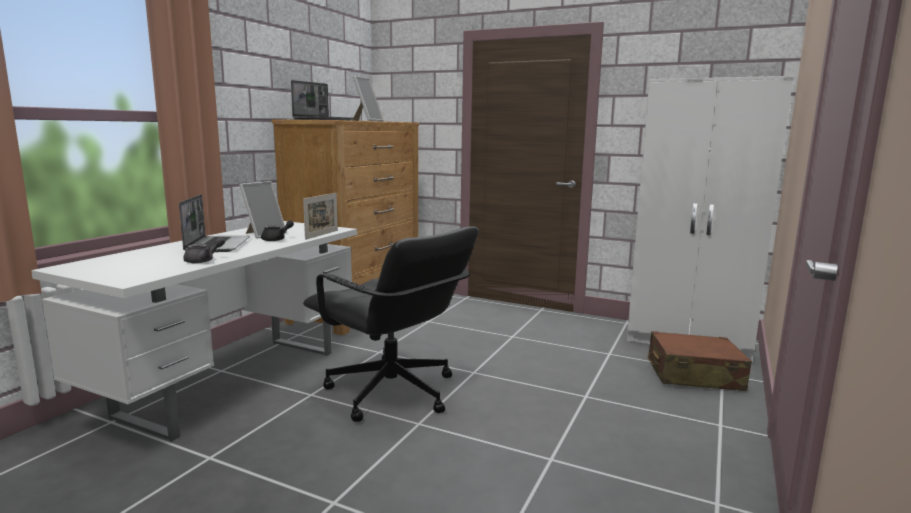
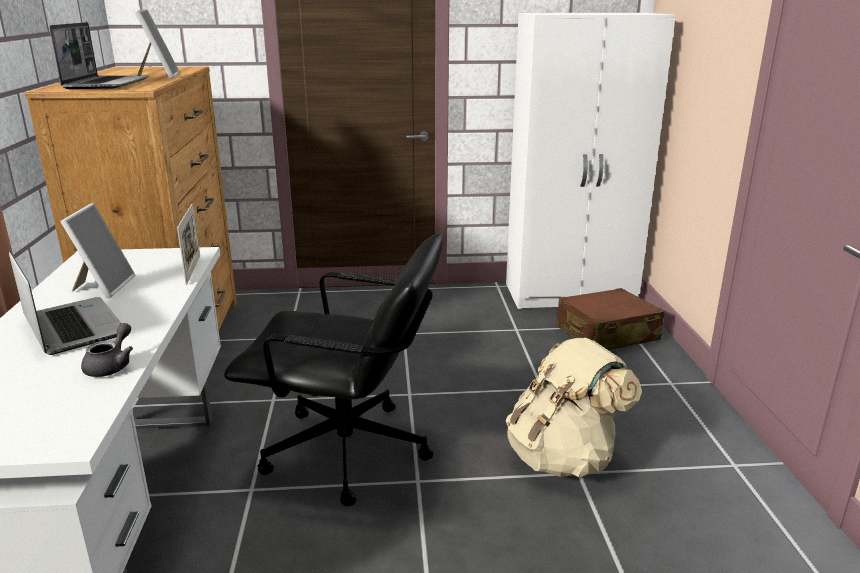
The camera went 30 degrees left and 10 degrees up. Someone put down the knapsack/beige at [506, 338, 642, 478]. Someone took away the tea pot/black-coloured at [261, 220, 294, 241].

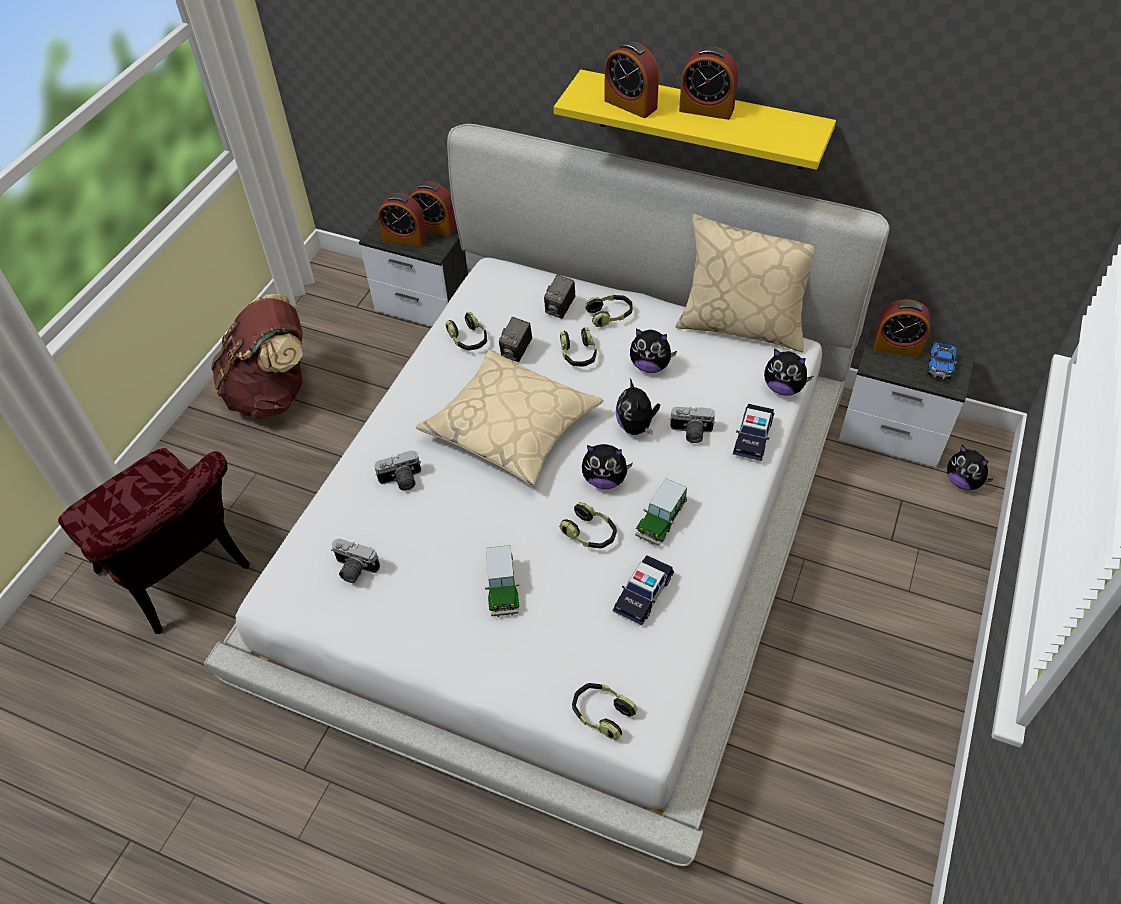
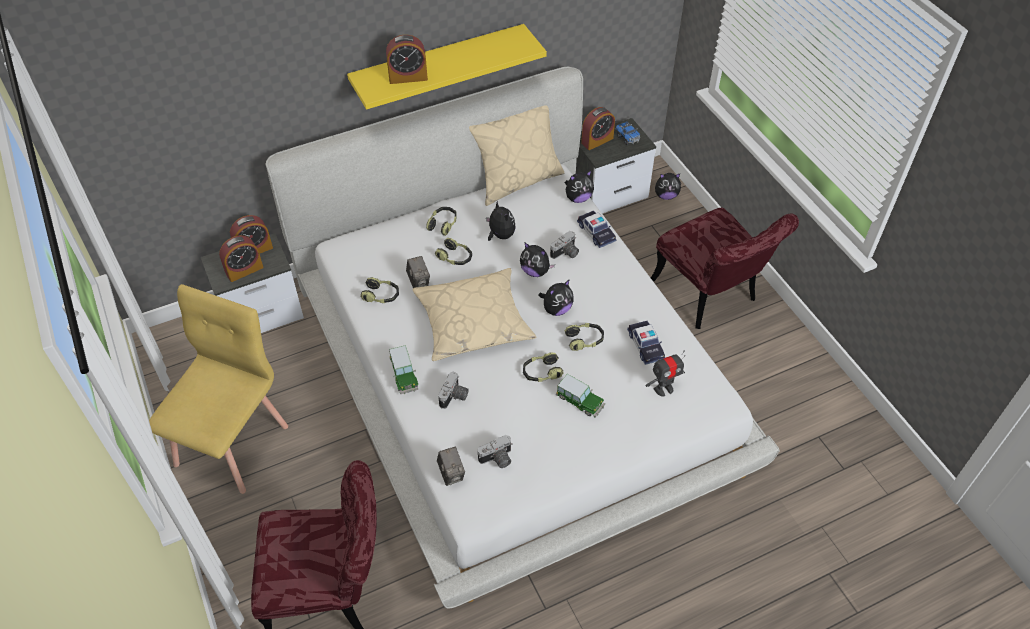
The camera went 50 degrees left and 0 degrees up. Someone swapped the knapsack/brown-coloured at [211, 294, 303, 419] for the plain chair/yellow-coloured at [149, 284, 288, 494]. Someone carried the model car from [635, 479, 687, 546] to [389, 345, 418, 394]. Someone carried the still camera from [544, 274, 575, 319] to [437, 447, 465, 486]. Someone rotated the cuddly toy at [630, 328, 677, 373] by 90 degrees counterclockwise. Someone carried the headset from [572, 683, 638, 740] to [523, 353, 564, 382]. Someone put down the toy robot at [646, 351, 685, 396]. Someone put down the plain chair/reddish at [651, 207, 799, 329]. Someone took away the table clock at [679, 47, 738, 120].

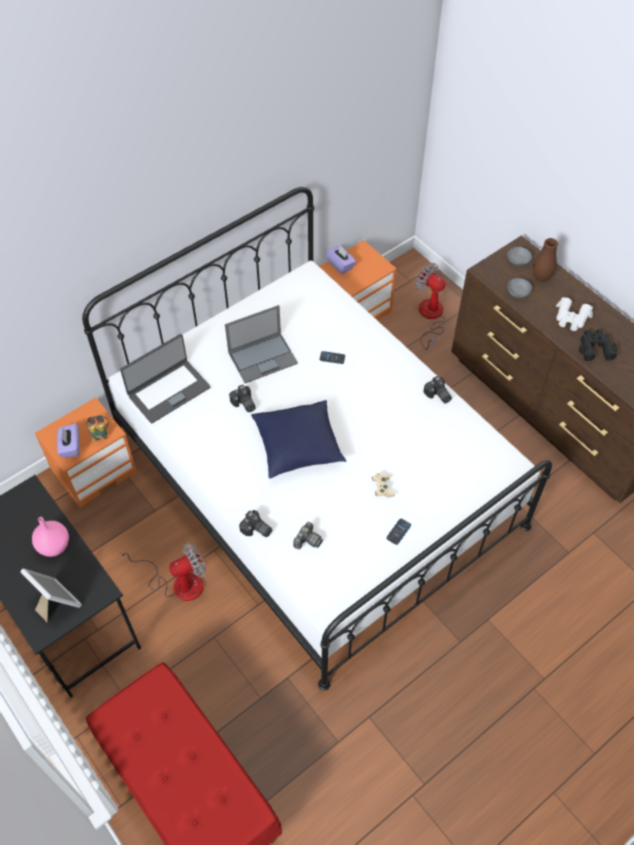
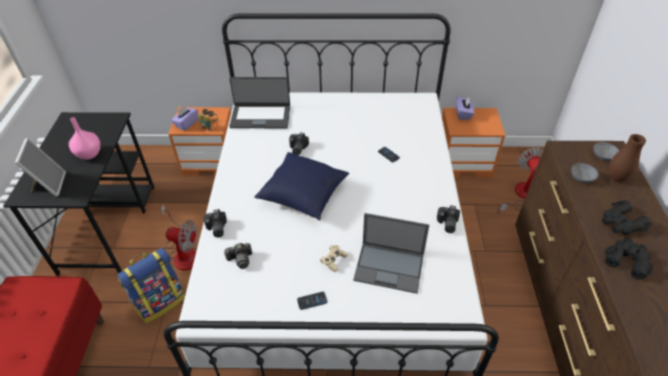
The camera went 40 degrees right and 10 degrees down. Someone put down the knapsack at [117, 248, 185, 324]. Someone carried the portable computer from [225, 305, 298, 383] to [353, 213, 429, 294]. Someone repainted the binoculars/whitish at [556, 297, 593, 331], which became the binoculars/black-coloured at [602, 200, 652, 235].

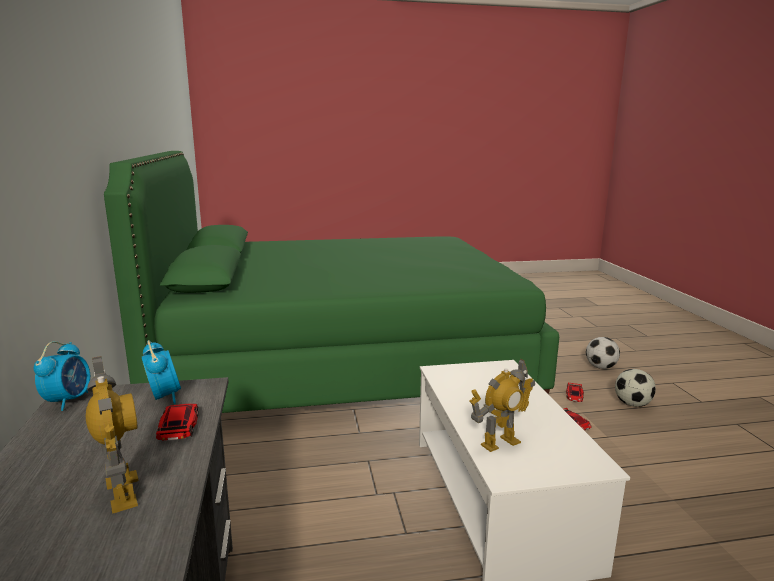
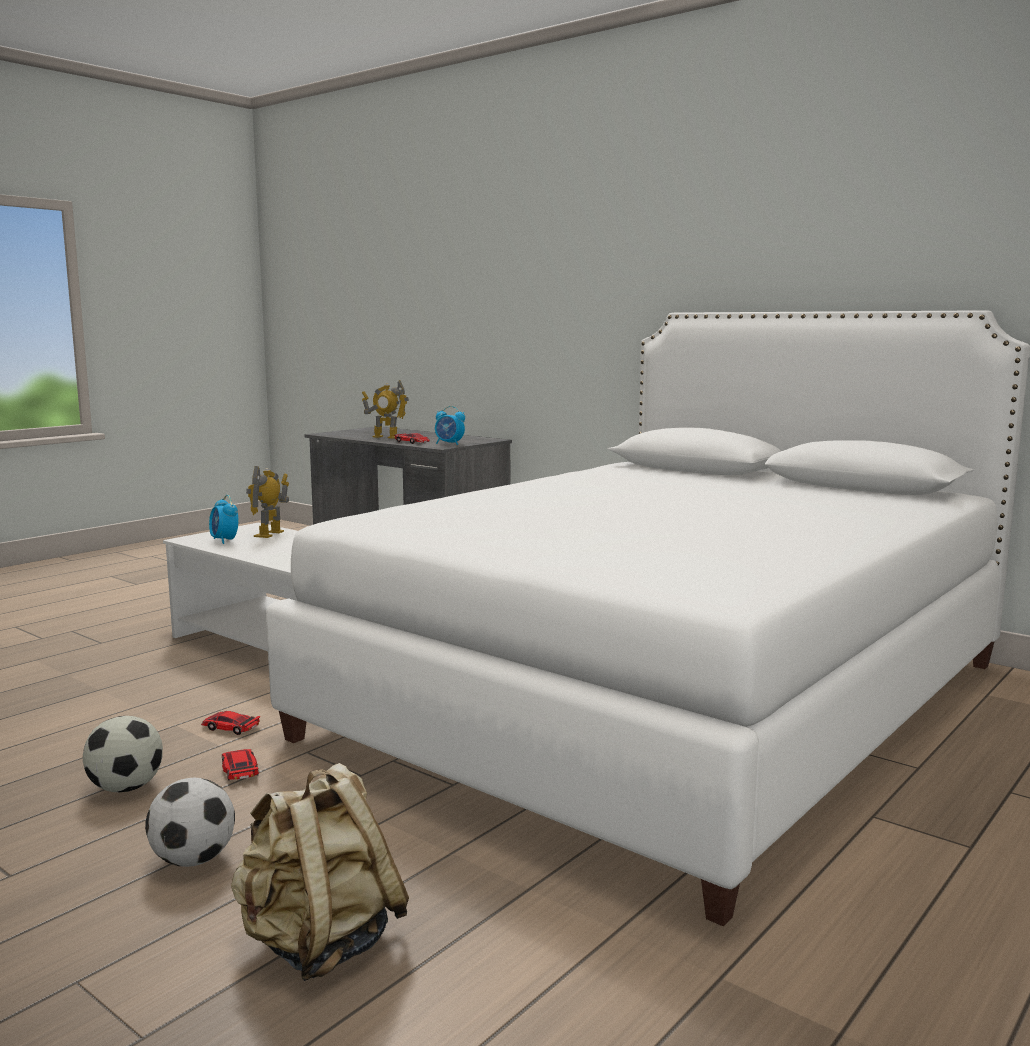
The camera went 140 degrees right and 5 degrees down. Someone carried the table clock from [34, 341, 90, 411] to [209, 495, 238, 544]. Someone put down the knapsack/beige at [231, 763, 409, 981]. Someone repainted the sleeping bed/greenish at [104, 151, 559, 413], which became the sleeping bed/whitish at [266, 310, 1030, 926].

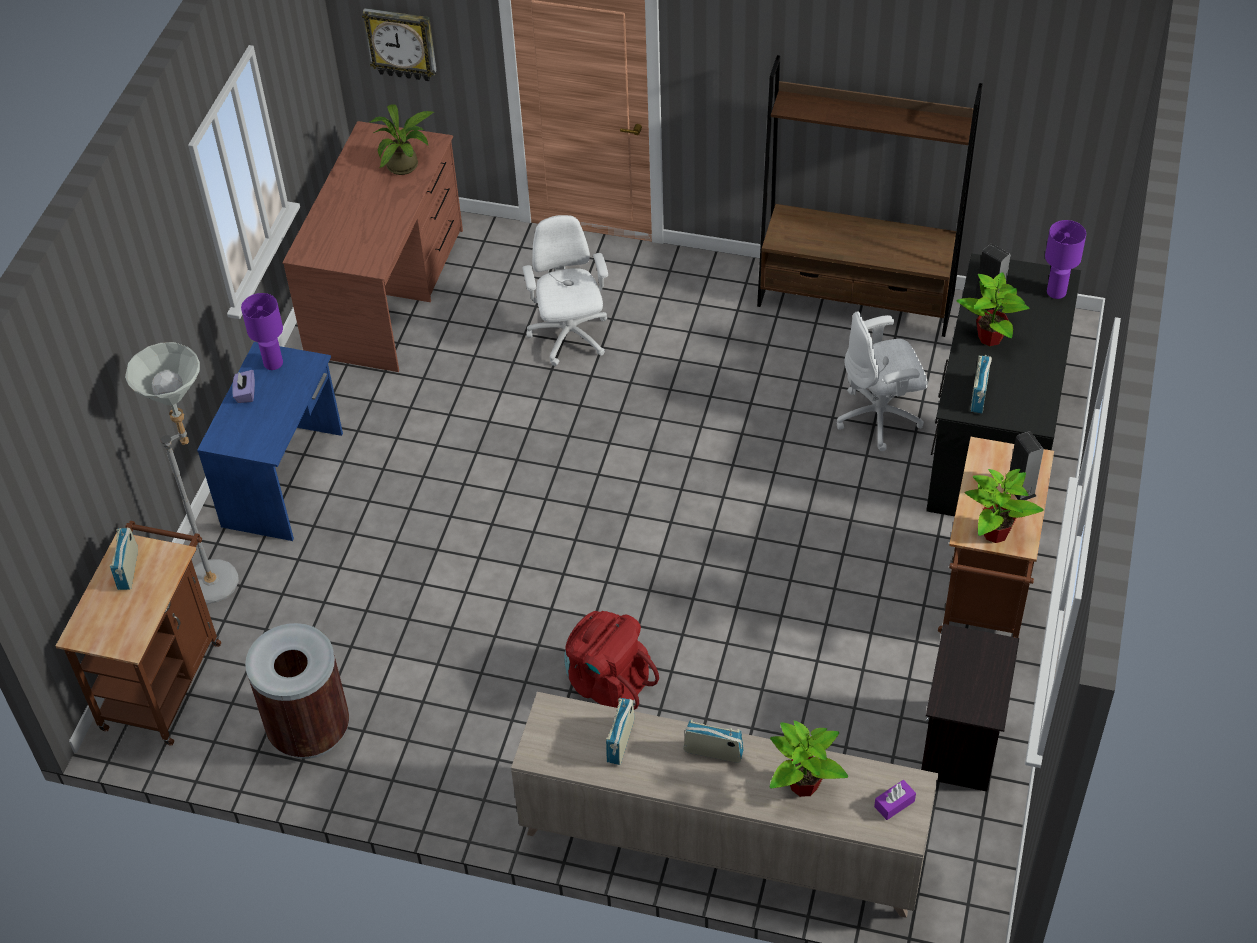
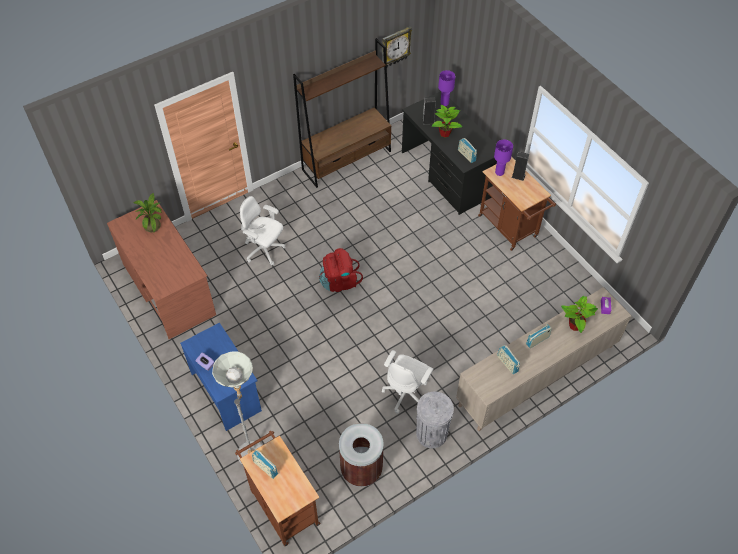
The camera went 50 degrees left and 5 degrees up. Someone carried the knapsack/reddish from [564, 611, 659, 710] to [319, 248, 363, 292]. Someone carried the clock on the wall from [362, 8, 437, 81] to [382, 27, 412, 67]. Someone carried the desk chair/whitish from [836, 311, 928, 451] to [382, 350, 433, 414]. Someone put down the rubbish bin/gray at [416, 392, 454, 448]. Someone carried the tabletop lamp/purple from [241, 293, 283, 370] to [494, 139, 513, 176]. Someone took away the night table/black-coloured at [921, 624, 1019, 792]. Someone took away the potted plant at [965, 469, 1044, 543].

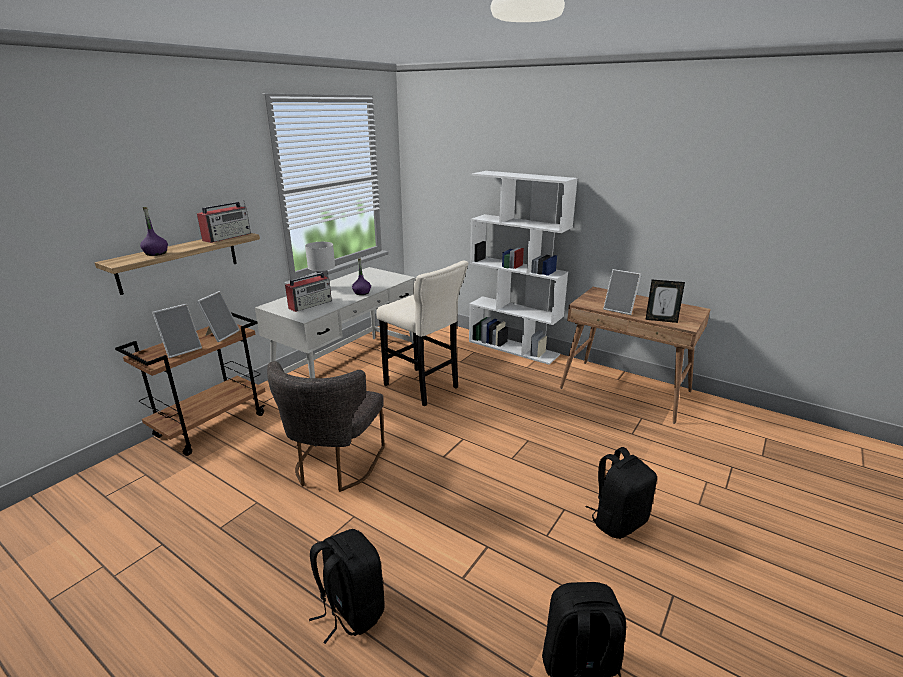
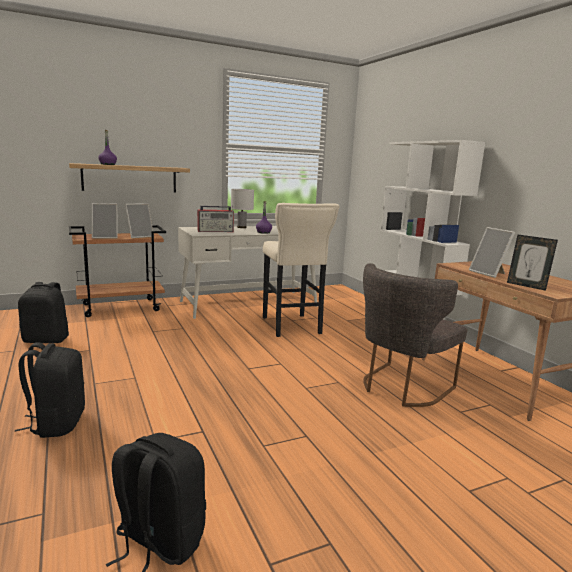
The camera went 30 degrees right and 10 degrees down. Someone carried the knapsack/black-coloured from [586, 447, 657, 539] to [18, 282, 69, 343]. Someone carried the plain chair/gray from [267, 361, 385, 492] to [363, 263, 467, 407]. Someone took away the radio set at [197, 201, 251, 243].

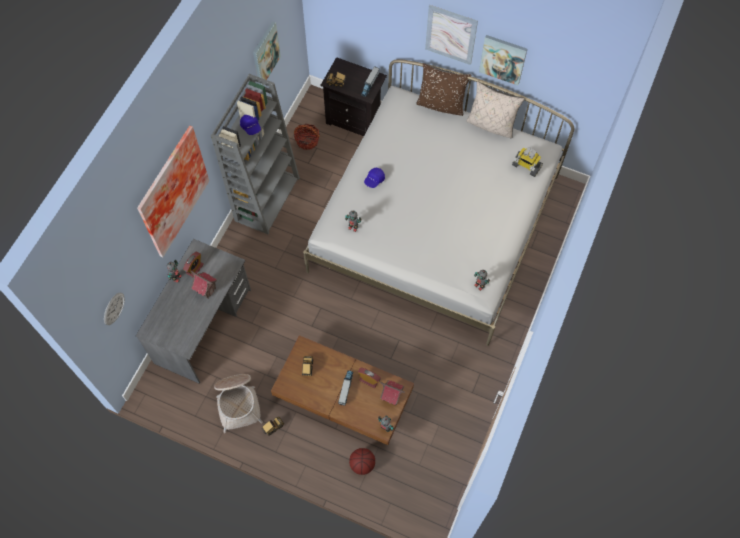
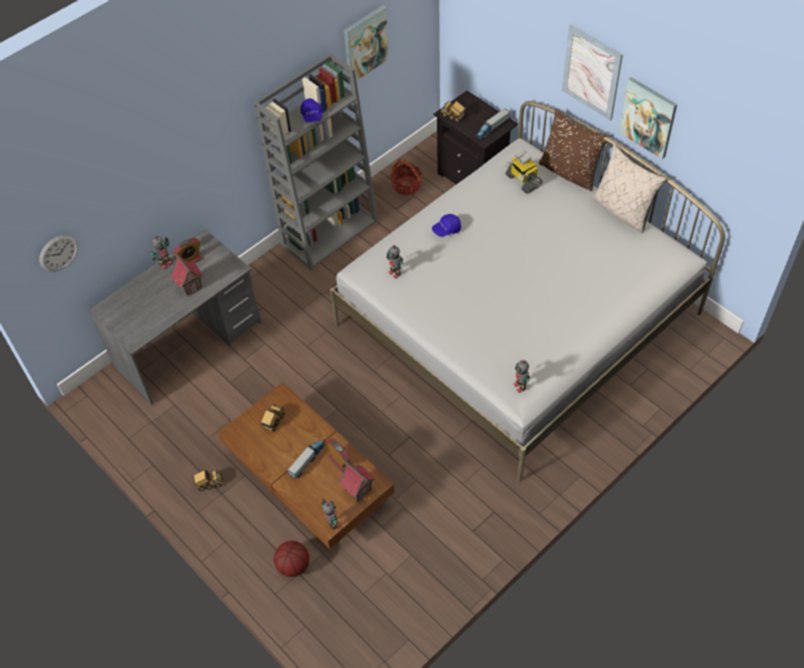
The camera went 25 degrees right and 10 degrees down. Someone carried the toy robot from [512, 147, 543, 177] to [504, 151, 542, 194]. Someone took away the picture at [137, 126, 209, 257]. Someone took away the storage basket at [214, 374, 263, 433].

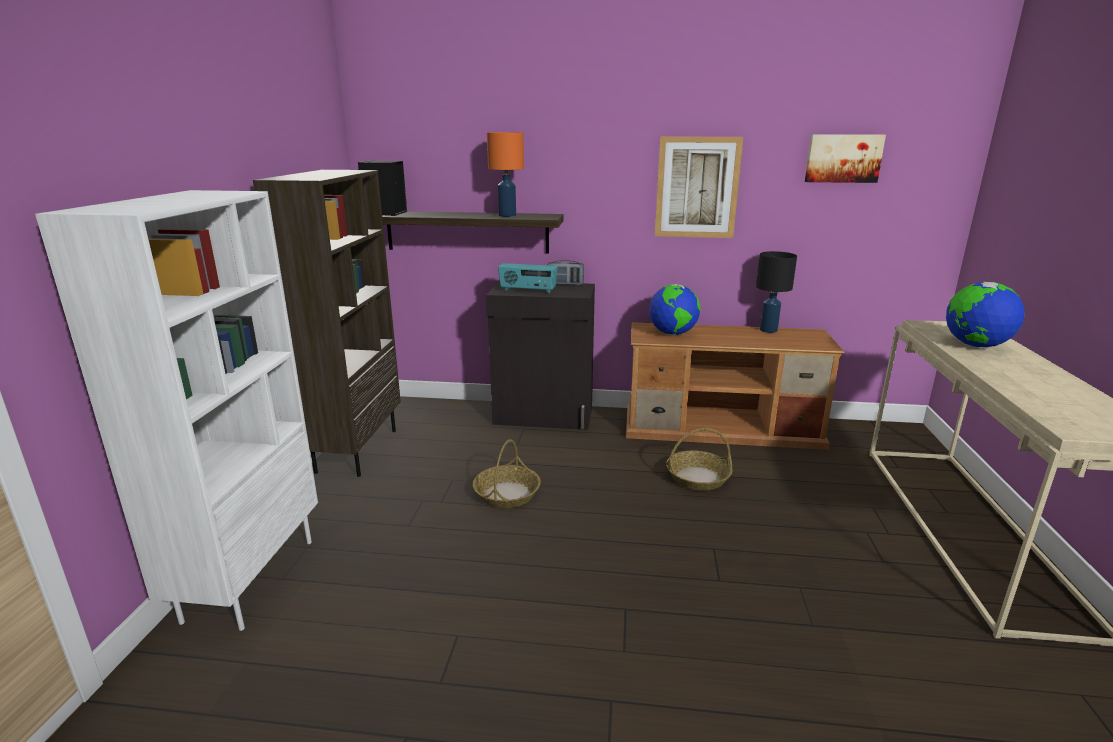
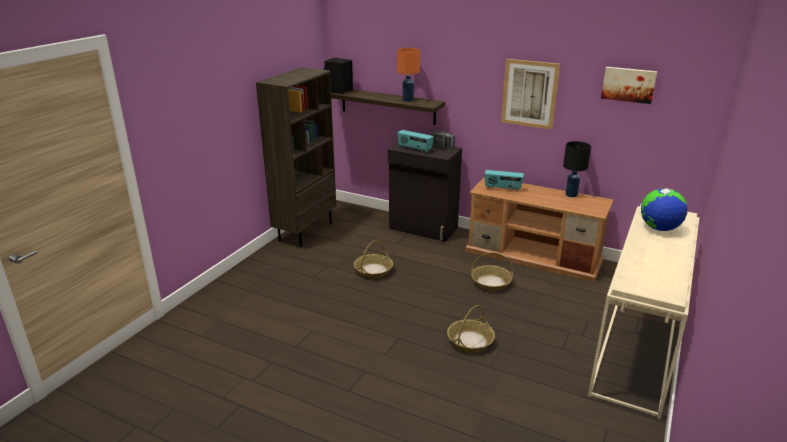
The camera went 20 degrees right and 5 degrees up. Someone put down the storage basket at [447, 305, 495, 353]. Someone swapped the desk globe at [649, 284, 700, 335] for the radio set at [485, 170, 524, 191]. Someone took away the bookcase/whitish at [35, 190, 318, 631].

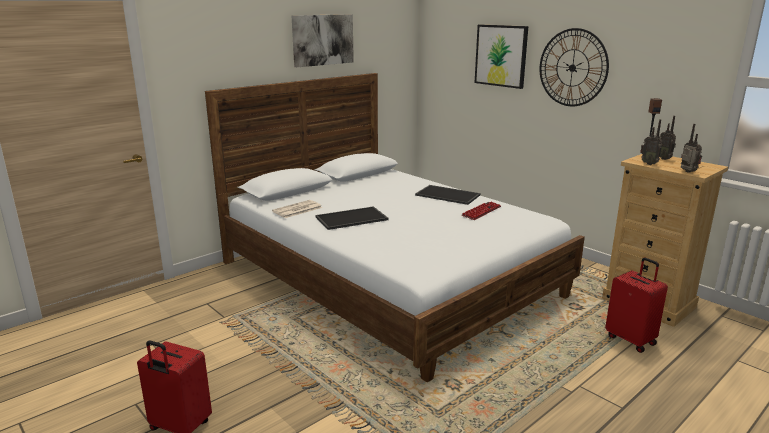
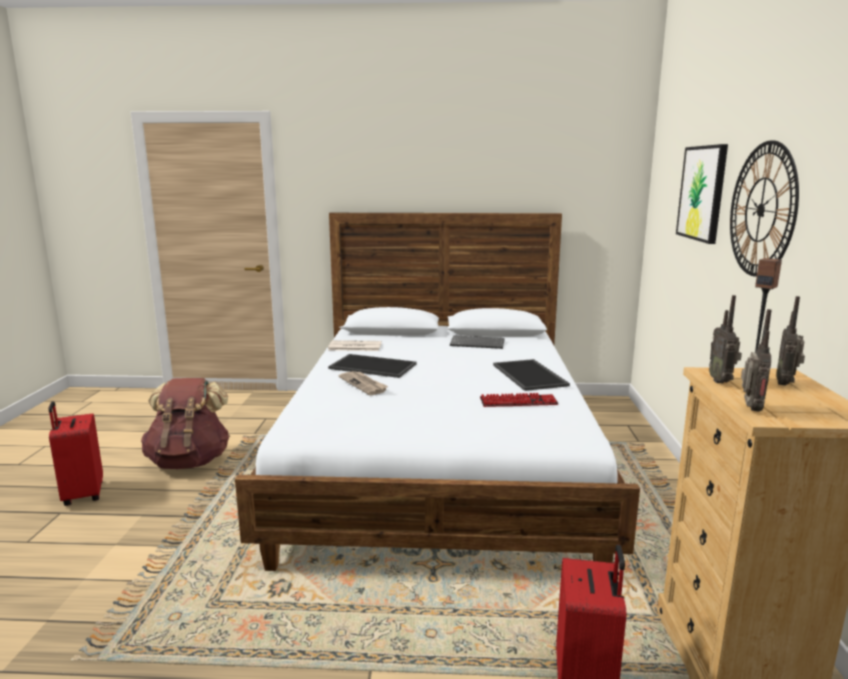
The camera went 45 degrees right and 5 degrees down. Someone put down the knapsack/brown-coloured at [141, 378, 230, 469]. Someone put down the daily paper at [339, 371, 388, 395]. Someone put down the computer keyboard at [450, 335, 505, 349]. Someone took away the picture at [291, 14, 354, 67].

